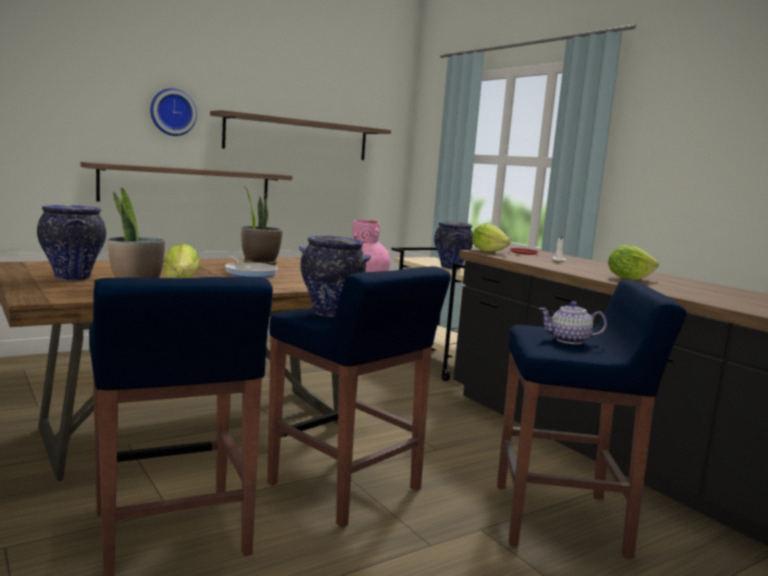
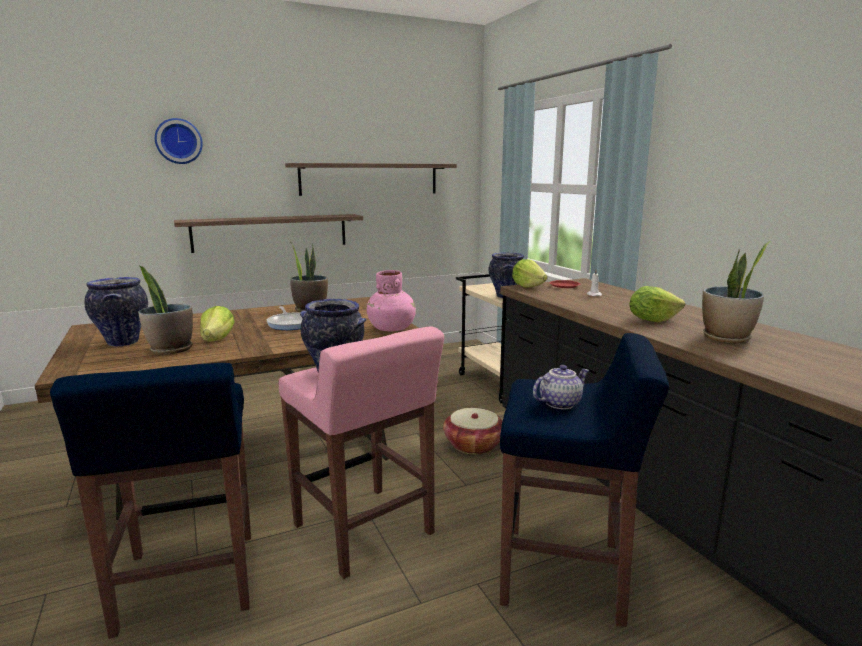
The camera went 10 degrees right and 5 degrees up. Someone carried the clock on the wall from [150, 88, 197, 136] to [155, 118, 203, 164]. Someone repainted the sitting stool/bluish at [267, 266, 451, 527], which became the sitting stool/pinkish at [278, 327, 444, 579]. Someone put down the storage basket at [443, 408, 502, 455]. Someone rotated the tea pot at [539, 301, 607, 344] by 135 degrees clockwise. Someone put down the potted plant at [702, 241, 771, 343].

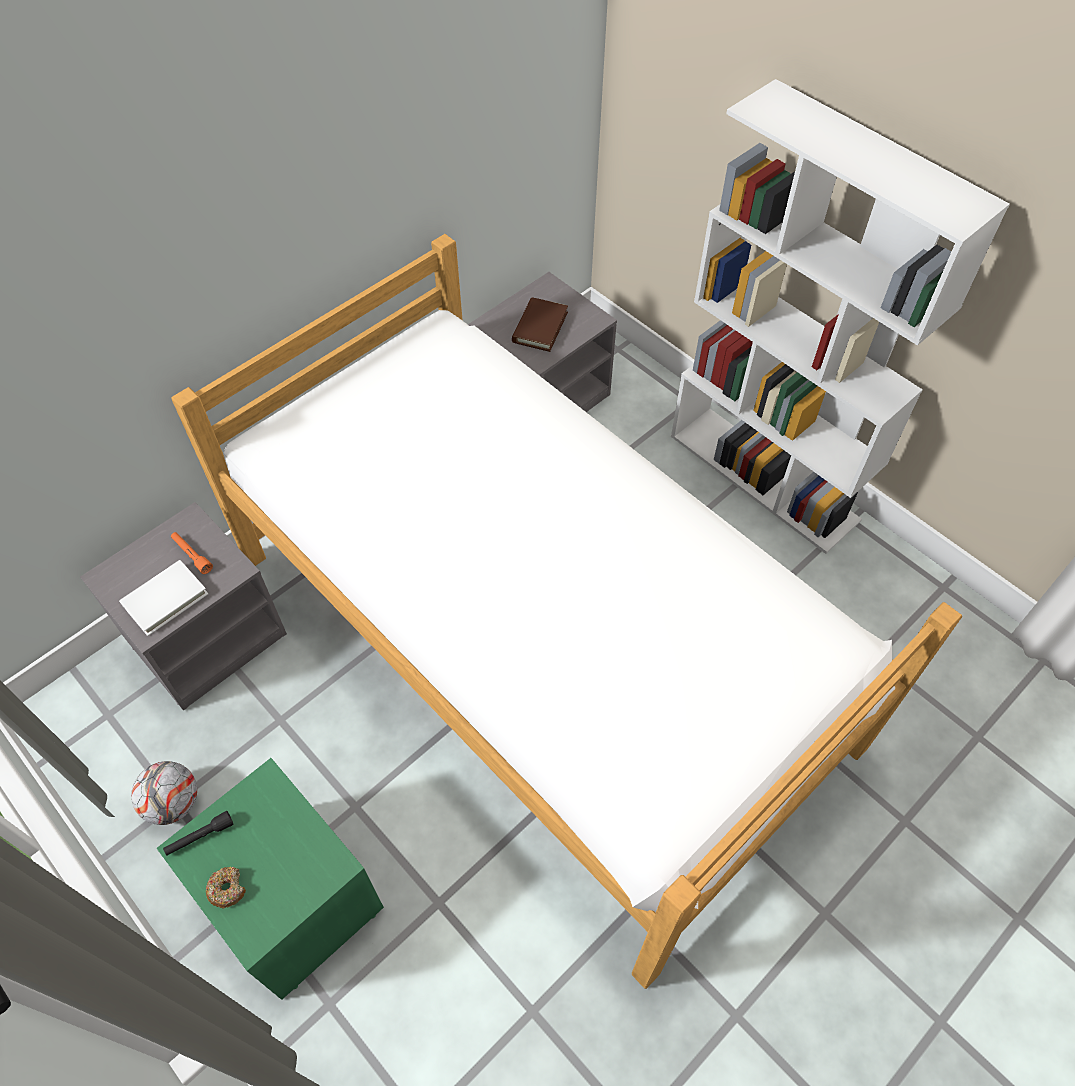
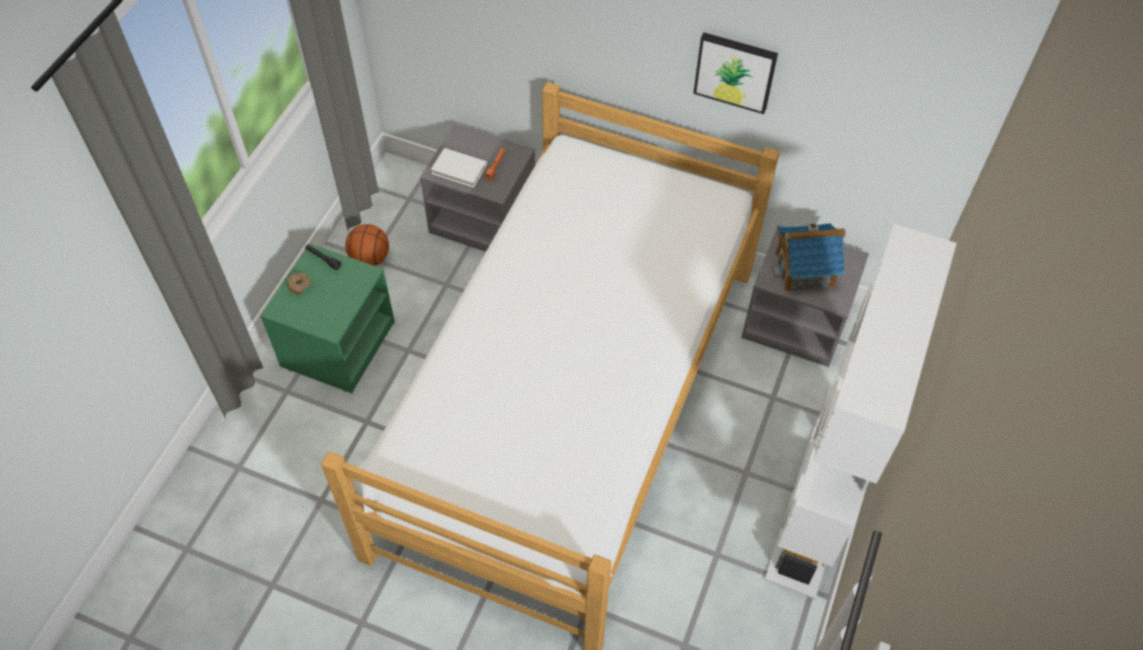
The camera went 65 degrees right and 0 degrees up. Someone swapped the football ball at [131, 761, 197, 825] for the basketball at [345, 224, 389, 266]. Someone put up the picture at [693, 33, 778, 114]. Someone swapped the volume/brown-coloured at [512, 297, 568, 352] for the toy house at [772, 222, 846, 292].

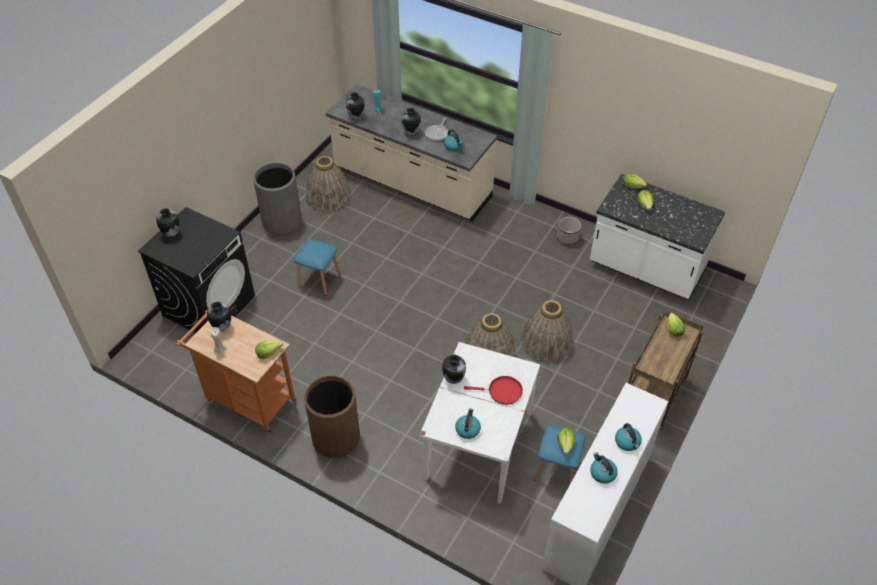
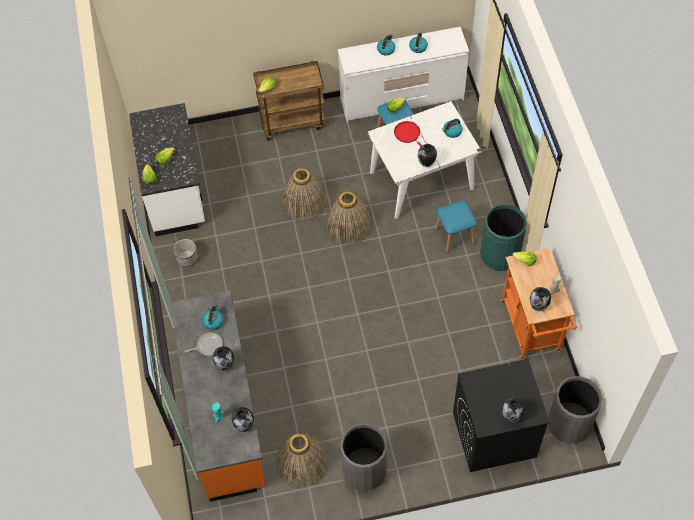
The camera went 130 degrees left and 10 degrees up. Someone repainted the counter/beige at [326, 84, 497, 221], which became the counter/orange-coloured at [170, 290, 265, 502]. Someone carried the sitting stool/bluish from [294, 239, 341, 296] to [435, 201, 477, 253]. Someone repainted the rubbish bin/brown-coloured at [304, 376, 360, 458], which became the rubbish bin/greenish at [480, 204, 527, 271]. Someone put down the rubbish bin/gray at [548, 376, 602, 444].

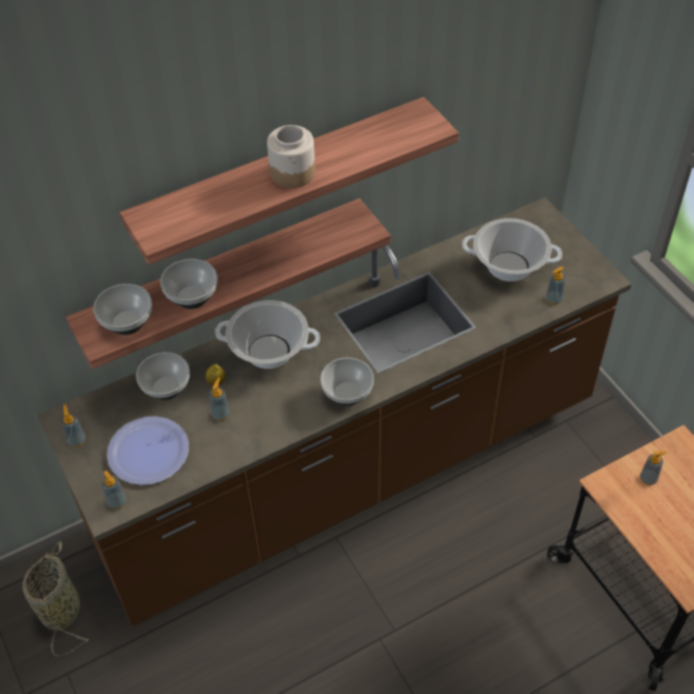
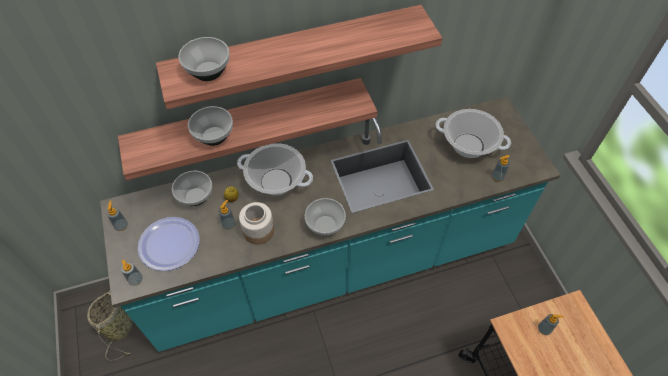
The camera went 10 degrees right and 5 degrees up. Someone repainted the counter/brown-coloured at [37, 197, 632, 627], which became the counter/blue-green at [100, 97, 560, 352]. Someone carried the deep dish from [93, 284, 152, 335] to [178, 37, 230, 81]. Someone carried the jar from [267, 125, 315, 188] to [239, 202, 274, 245].

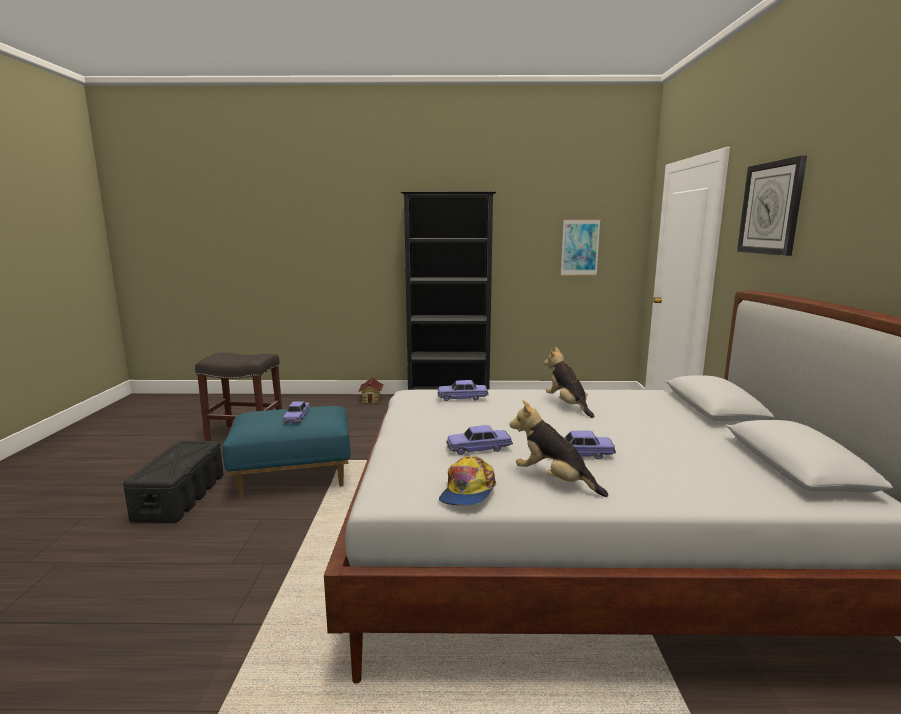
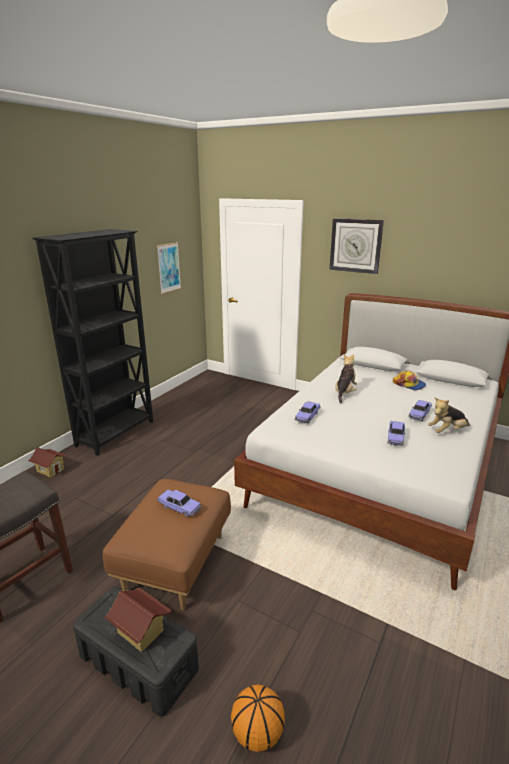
The camera went 60 degrees left and 10 degrees up. Someone repainted the ottoman/bluish at [223, 406, 351, 498], which became the ottoman/brown-coloured at [103, 479, 231, 611]. Someone put down the toy house at [104, 587, 171, 652]. Someone put down the basketball at [231, 684, 285, 752]. Someone rotated the cuddly toy at [544, 347, 594, 418] by 105 degrees clockwise. Someone carried the cap from [439, 456, 496, 506] to [393, 370, 426, 390].

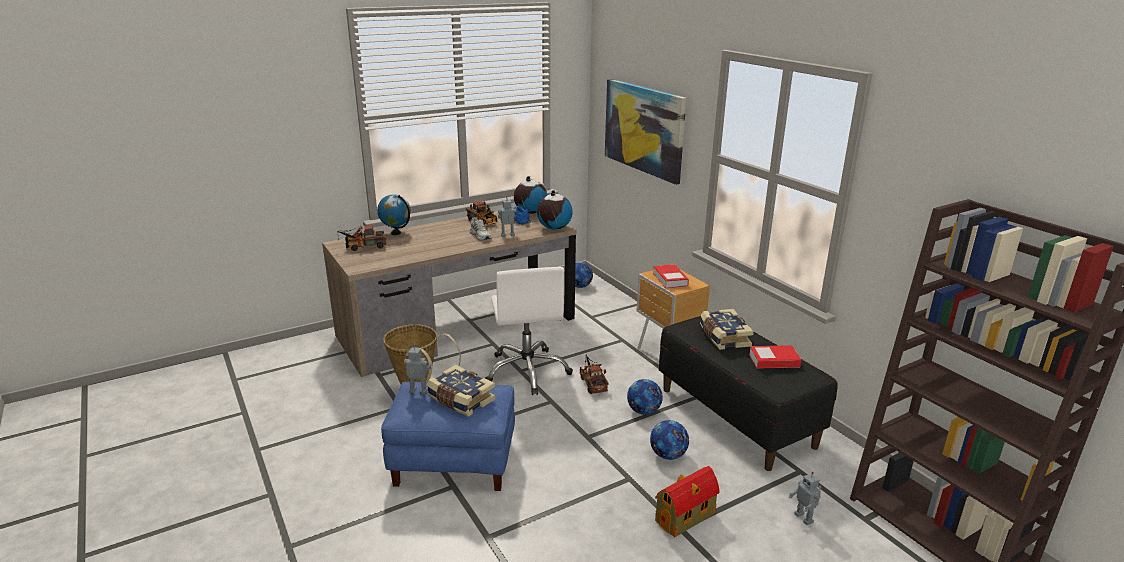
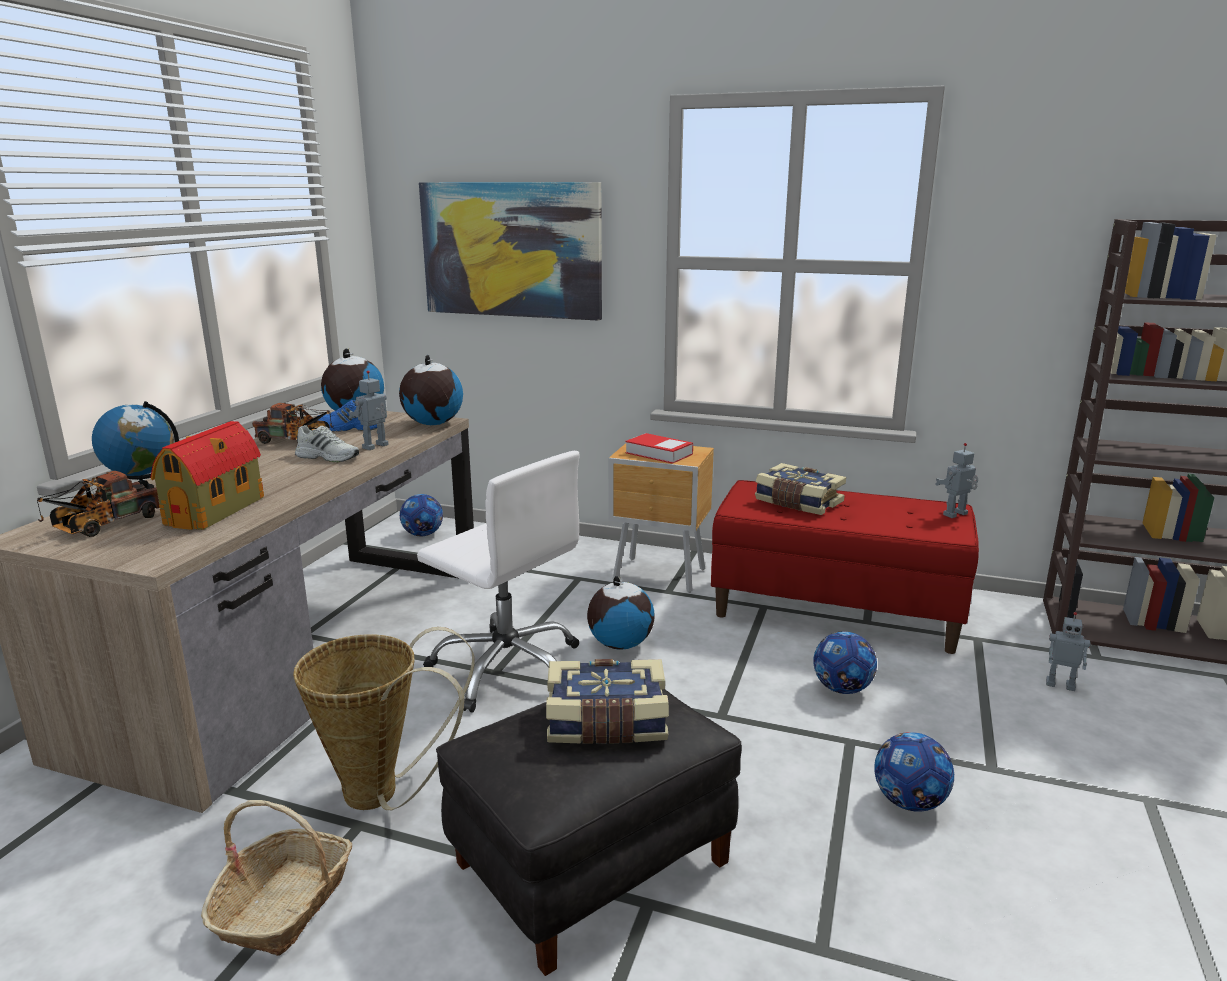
The camera went 40 degrees left and 5 degrees down. Someone carried the toy house from [655, 466, 720, 537] to [150, 421, 264, 530]. Someone put down the storage basket at [201, 800, 352, 956]. Someone repainted the ottoman/bluish at [381, 382, 515, 491], which became the ottoman/black-coloured at [436, 689, 742, 976]. Someone swapped the toy lorry at [579, 355, 609, 394] for the desk globe at [587, 576, 654, 650]. Someone repainted the long seat/black-coloured at [659, 316, 837, 471], which became the long seat/reddish at [711, 480, 979, 654]. Someone carried the football ball from [627, 379, 663, 415] to [874, 732, 954, 812]. Someone carried the toy robot from [404, 344, 431, 394] to [935, 443, 978, 518]. Someone took away the volume at [749, 345, 801, 368].

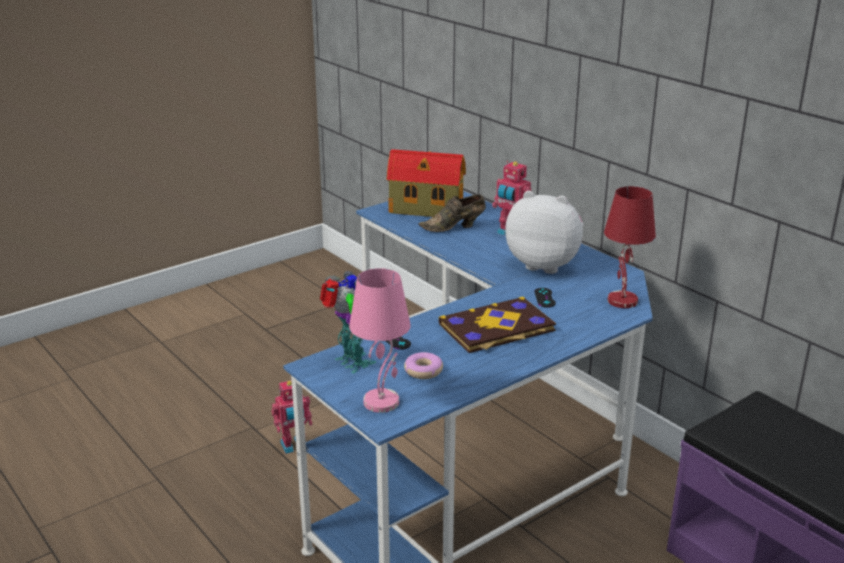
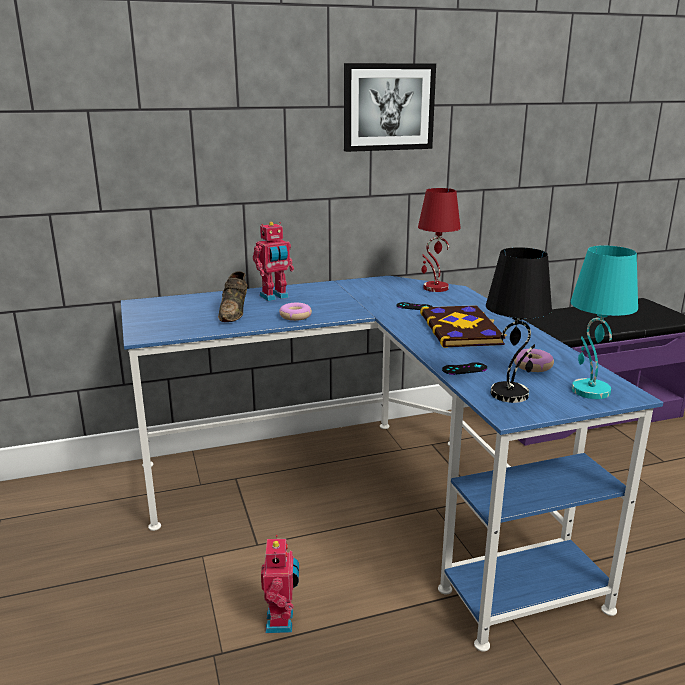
The camera went 70 degrees left and 5 degrees down. Someone put down the doughnut at [279, 303, 312, 321]. Someone put up the picture at [344, 63, 436, 152]. Someone swapped the toy robot at [320, 271, 376, 373] for the tabletop lamp/black-coloured at [486, 247, 552, 403]. Someone repainted the tabletop lamp/pinkish at [349, 268, 411, 413], which became the tabletop lamp/blue-green at [570, 245, 638, 399]. Someone took away the toy house at [387, 149, 466, 217]. Someone took away the cuddly toy at [505, 191, 584, 274].

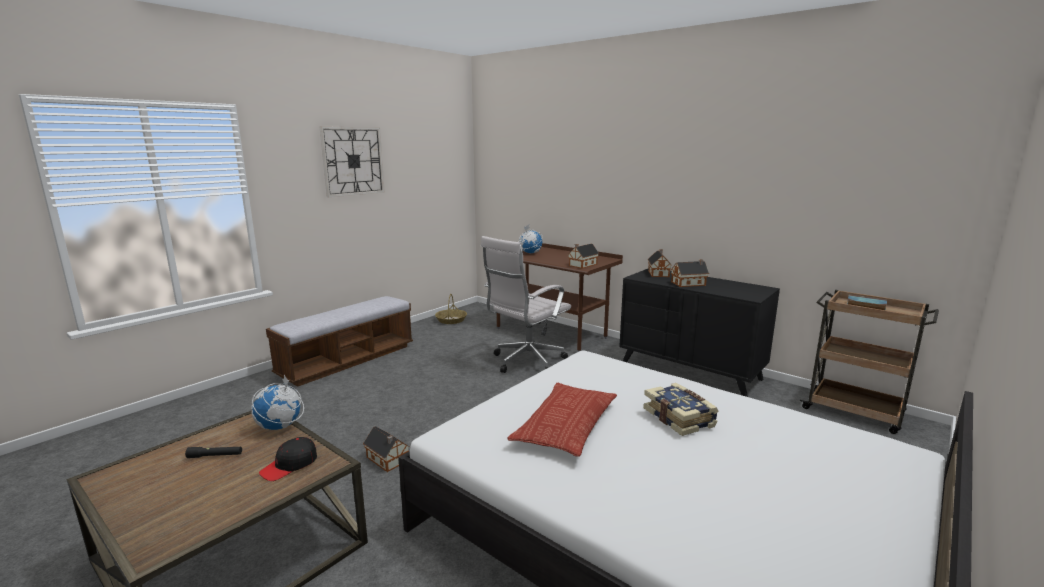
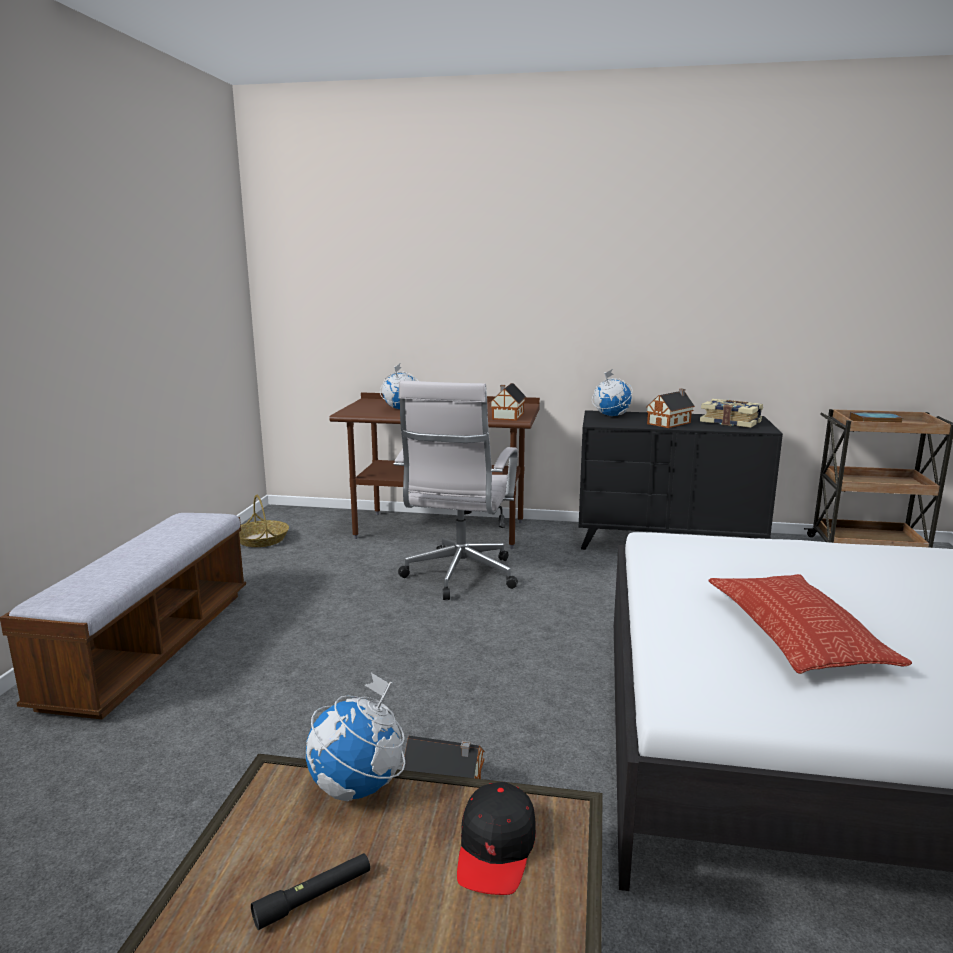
The camera went 30 degrees left and 0 degrees up. Someone swapped the toy house at [647, 249, 671, 277] for the desk globe at [592, 370, 632, 416]. Someone carried the volume from [643, 383, 719, 436] to [700, 399, 763, 428]. Someone took away the clock on the wall at [319, 126, 385, 197].

